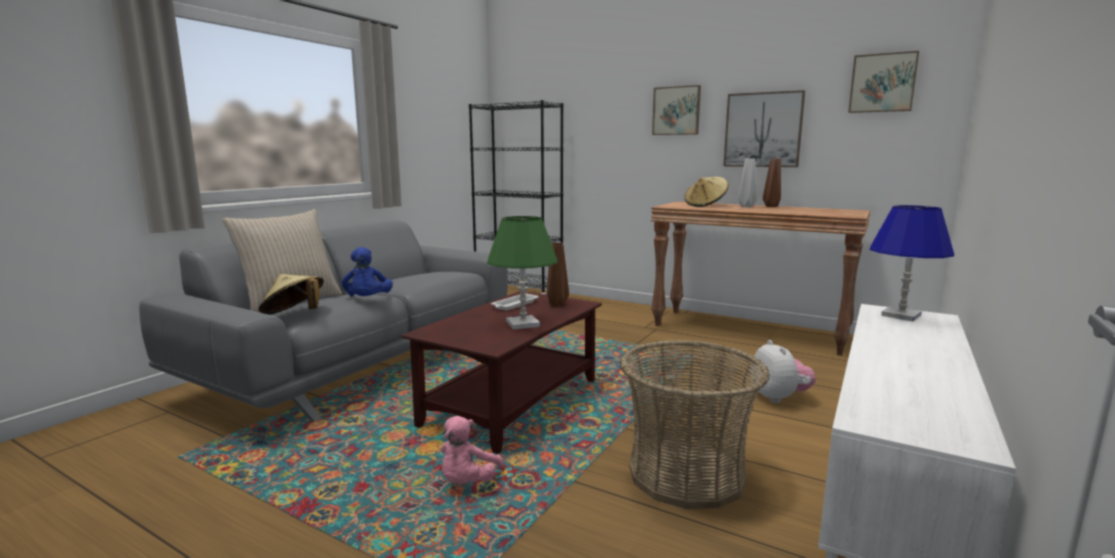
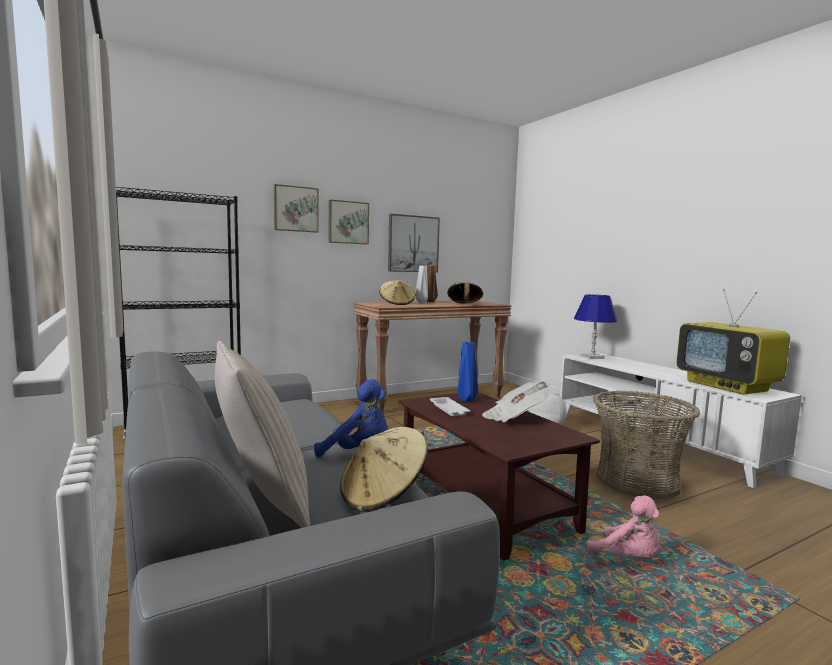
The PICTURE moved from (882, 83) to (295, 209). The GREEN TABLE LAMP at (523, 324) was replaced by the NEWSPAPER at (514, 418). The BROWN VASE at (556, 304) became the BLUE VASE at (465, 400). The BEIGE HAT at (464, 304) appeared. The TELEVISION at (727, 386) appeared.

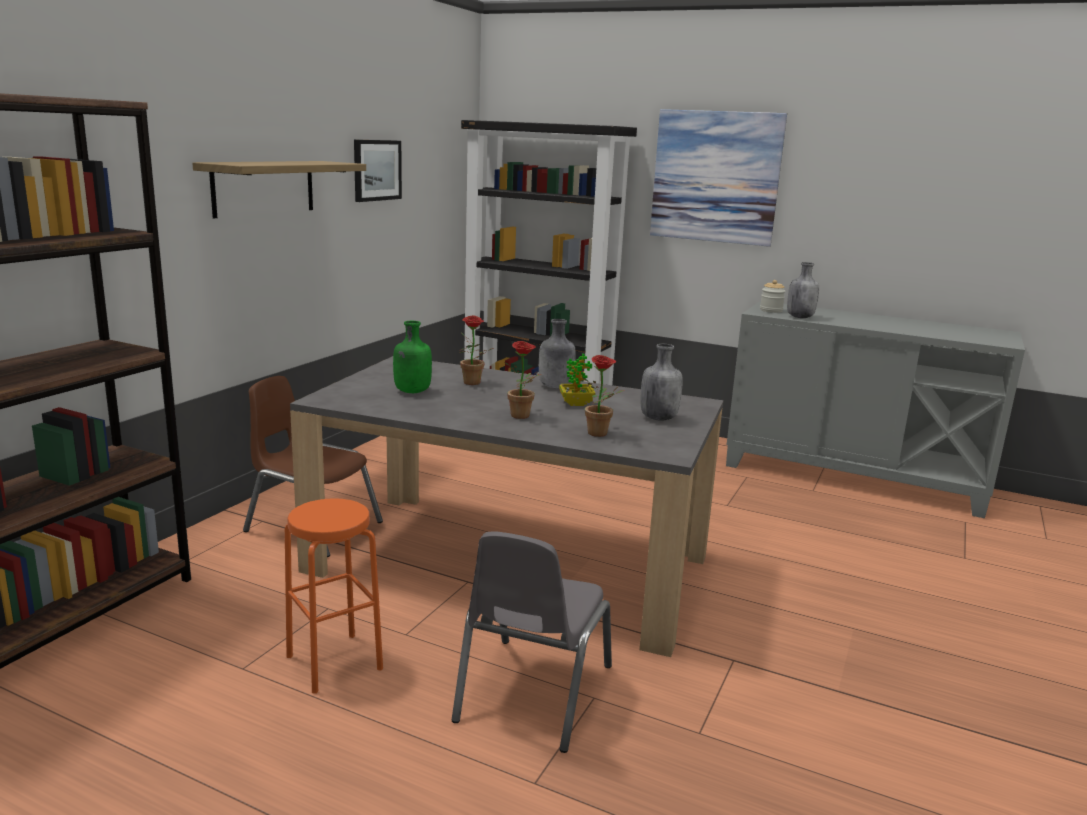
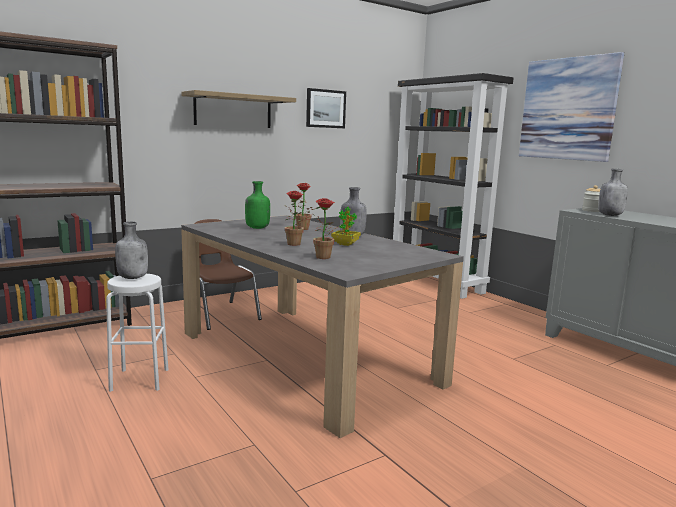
The GREY BOTTLE moved from (658, 418) to (133, 277). The ORANGE STOOL at (334, 662) became the WHITE STOOL at (140, 379). The GREY CHAIR at (532, 693) disappeared.

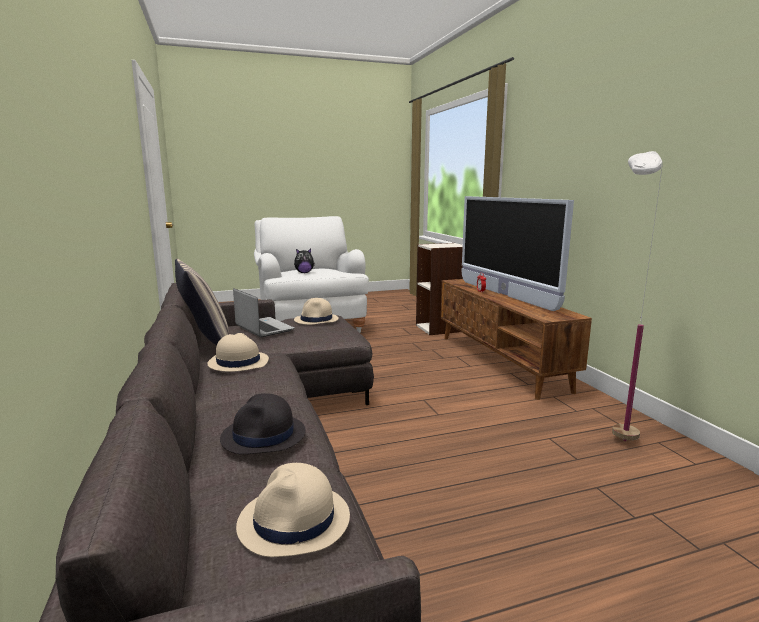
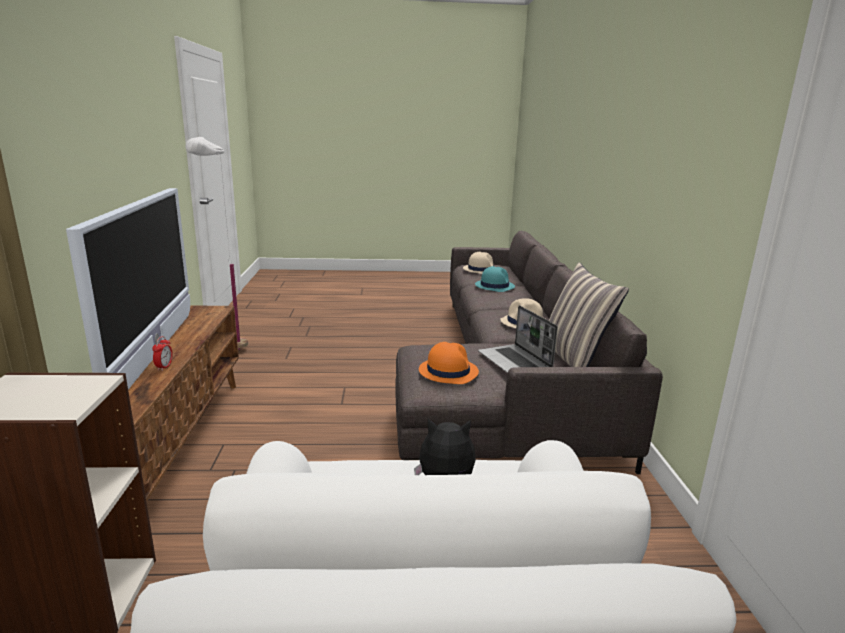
The BEIGE HAT at (316, 320) became the ORANGE HAT at (448, 371). The BLACK HAT at (264, 436) became the TURQUOISE HAT at (494, 286).

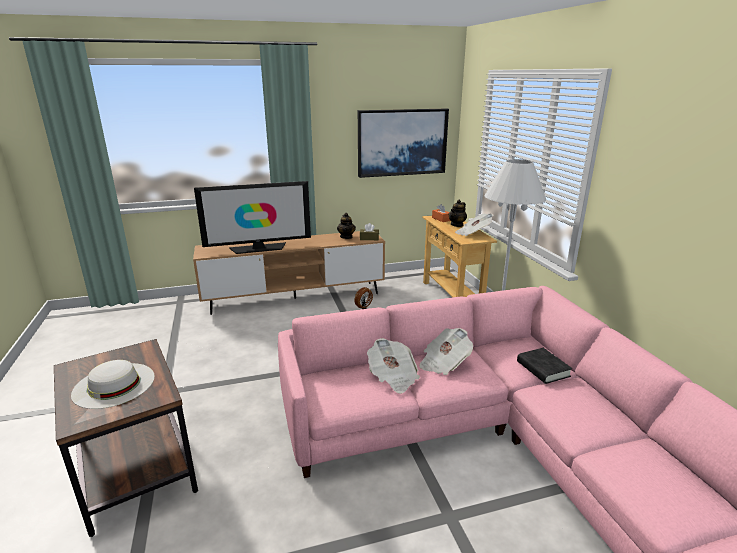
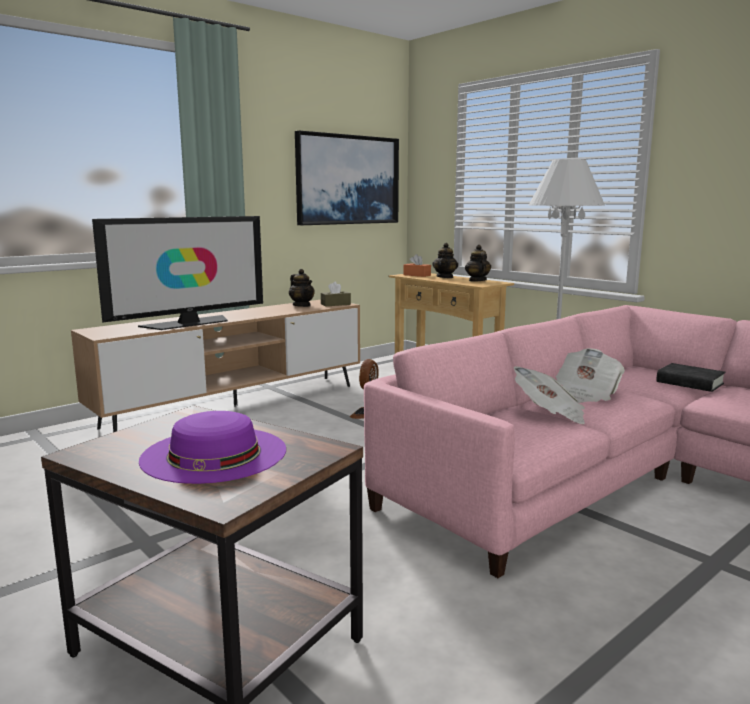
The NEWSPAPER at (473, 233) was replaced by the TEAPOT at (477, 280). The WHITE HAT at (114, 385) became the PURPLE HAT at (214, 454).

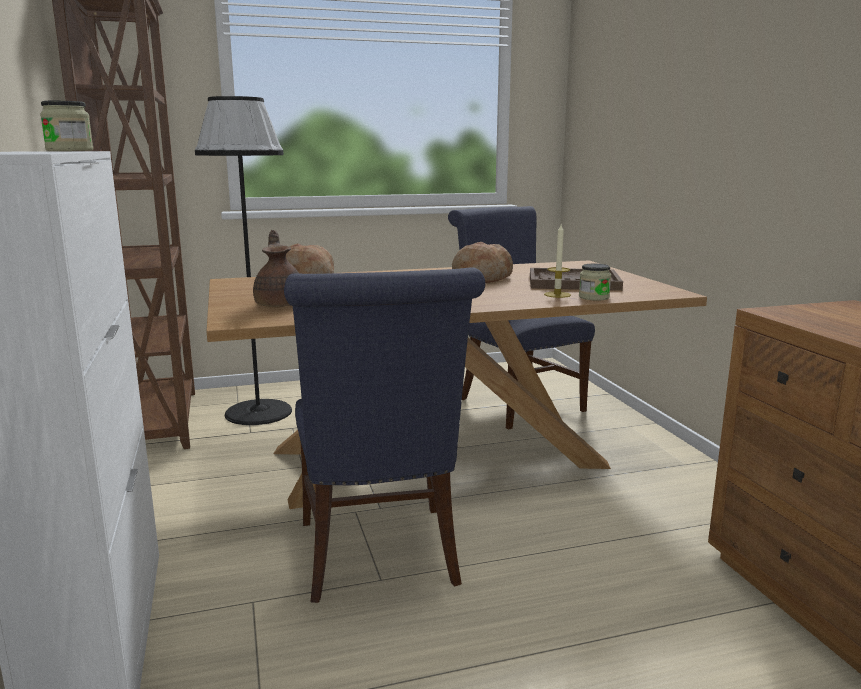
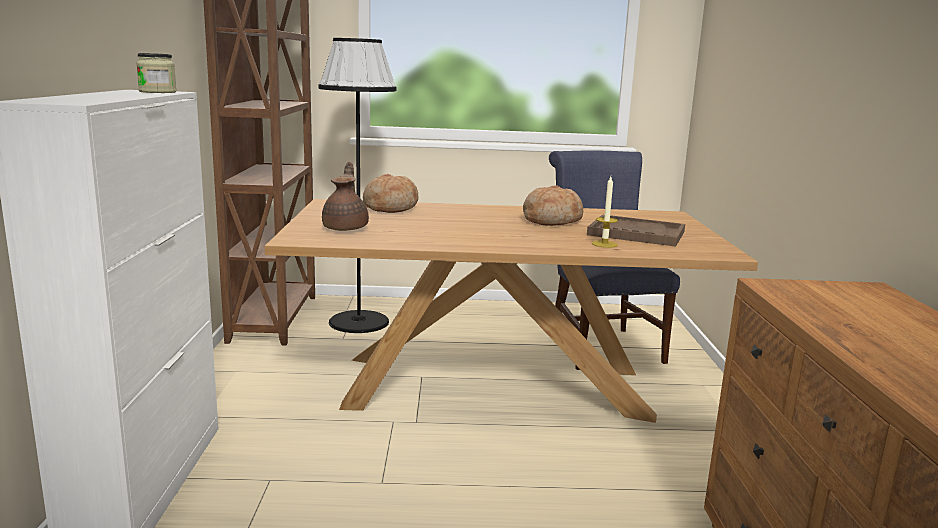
The JAR at (594, 297) disappeared. The BLUE CHAIR at (380, 558) disappeared.

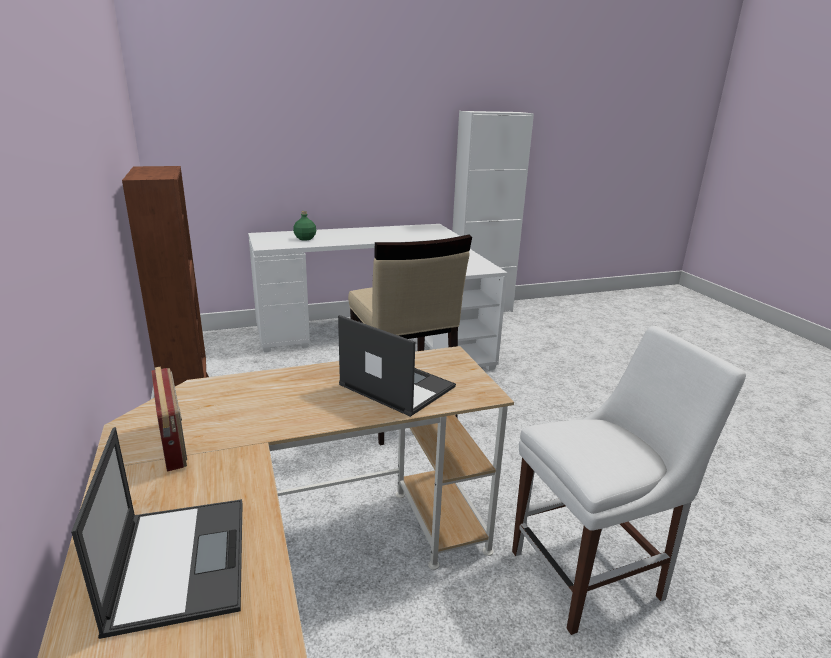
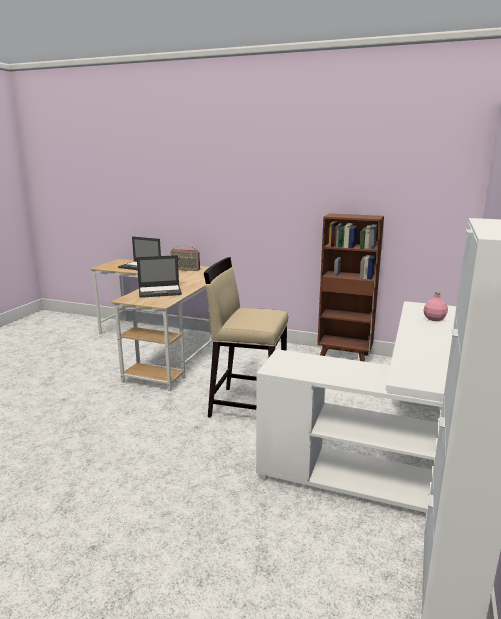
The GREEN BOTTLE at (305, 238) became the PINK BOTTLE at (434, 319). The WHITE CHAIR at (593, 573) disappeared.

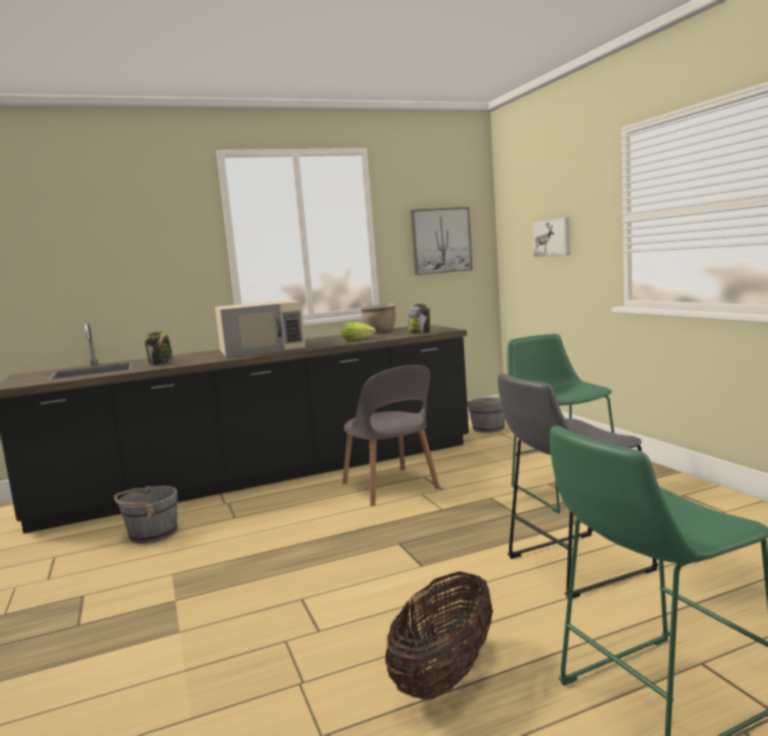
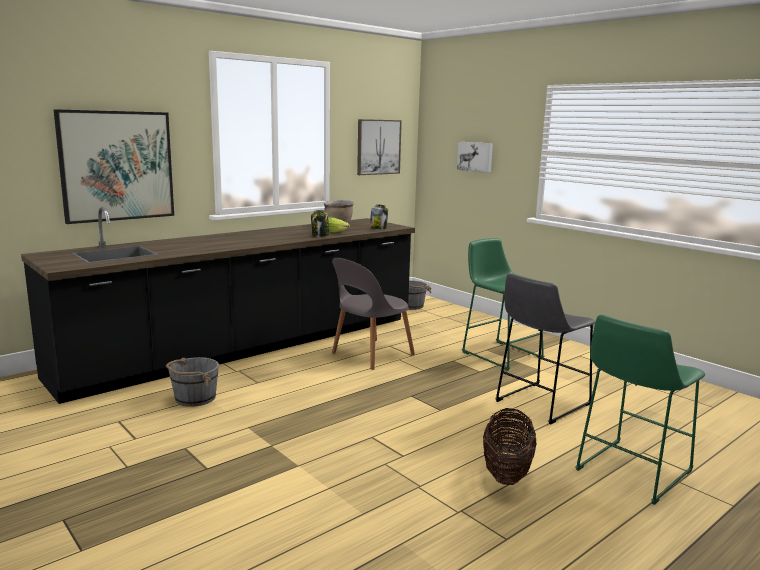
The BEIGE MICROWAVE at (262, 349) disappeared. The JAR moved from (161, 364) to (320, 235). The GREY CHAIR at (391, 487) turned 90 degrees clockwise. The PICTURE at (117, 166) appeared.

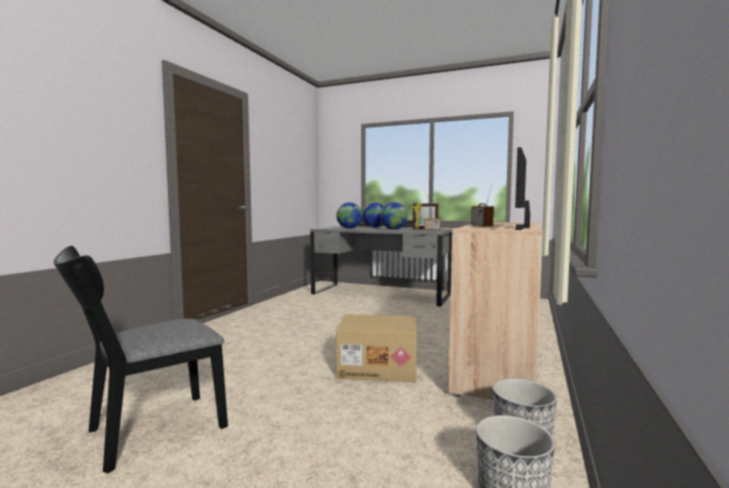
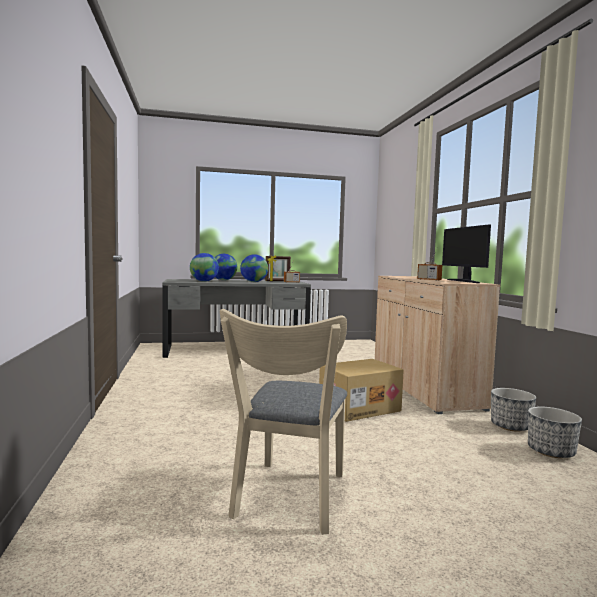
The BLACK CHAIR at (147, 432) became the BEIGE CHAIR at (289, 500).

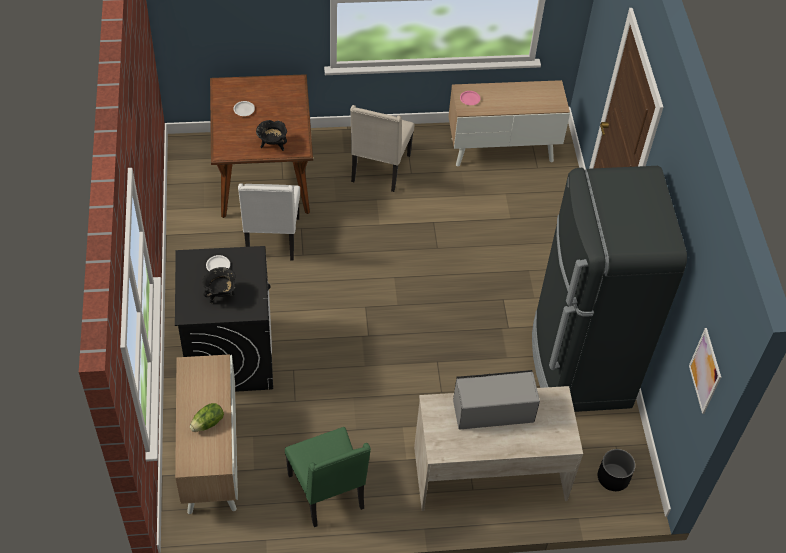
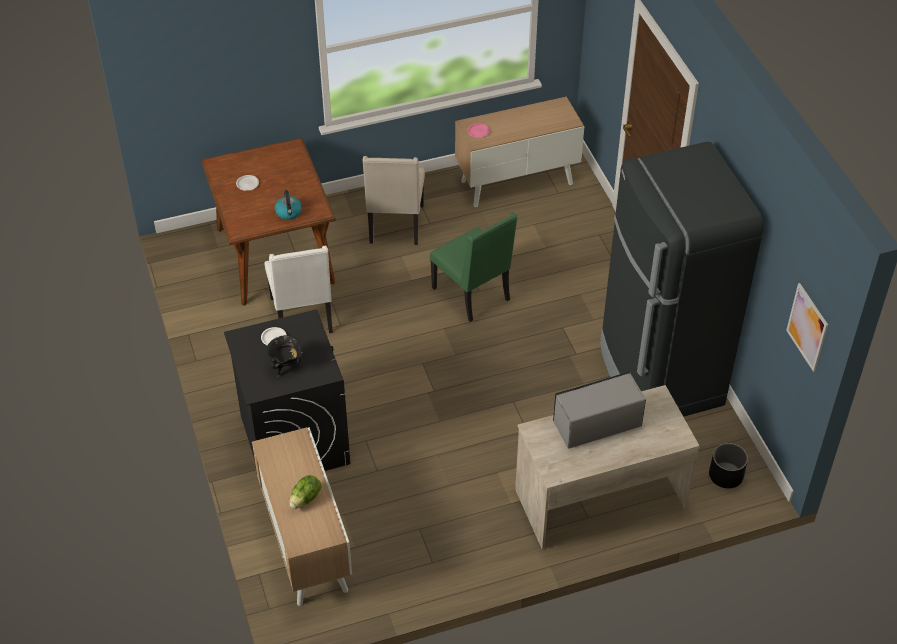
The BLACK COOKING POT at (272, 145) was replaced by the KETTLE at (289, 212). The GREEN CHAIR moved from (328, 493) to (473, 294).

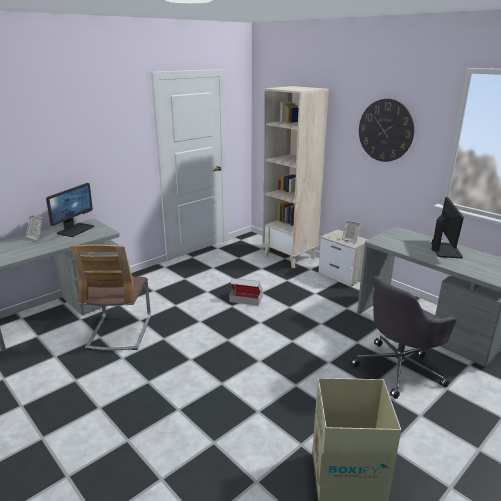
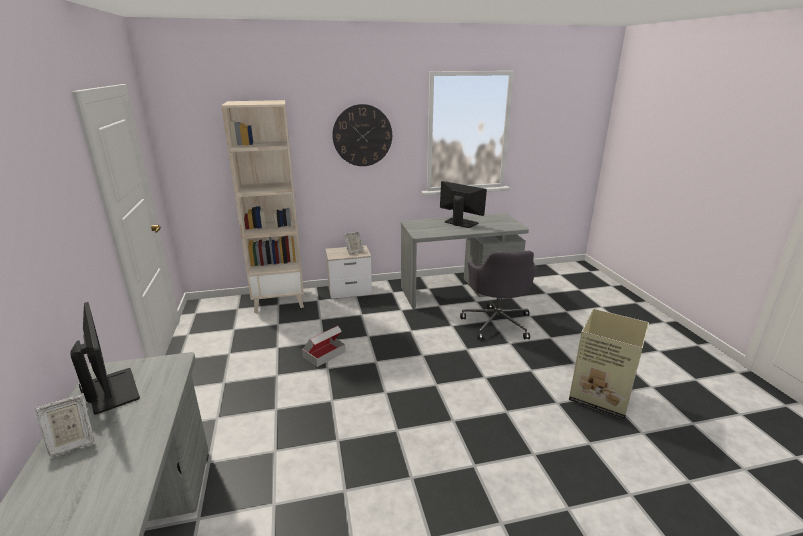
The CHAIR at (119, 332) disappeared.

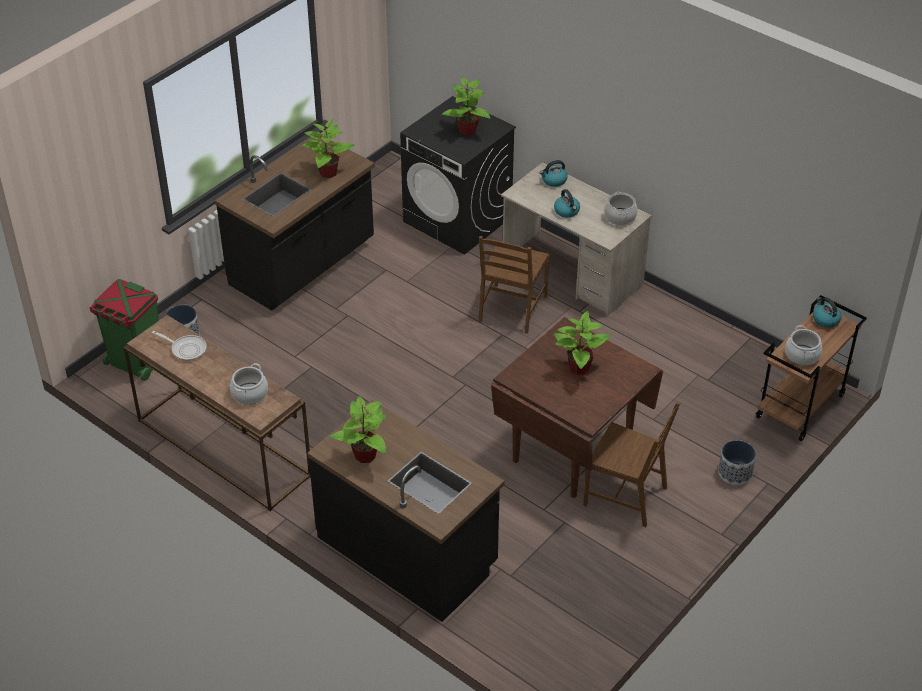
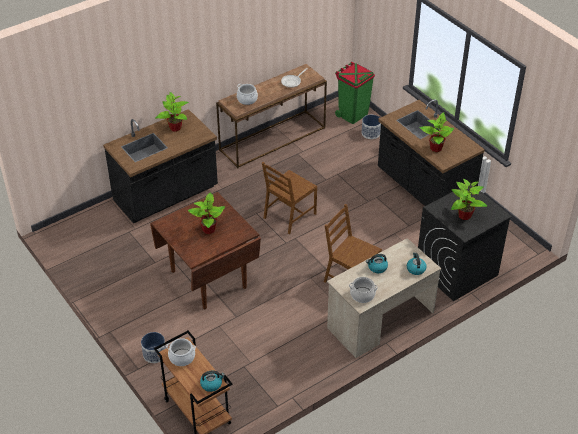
The BROWN CHAIR moved from (626, 496) to (289, 216).

